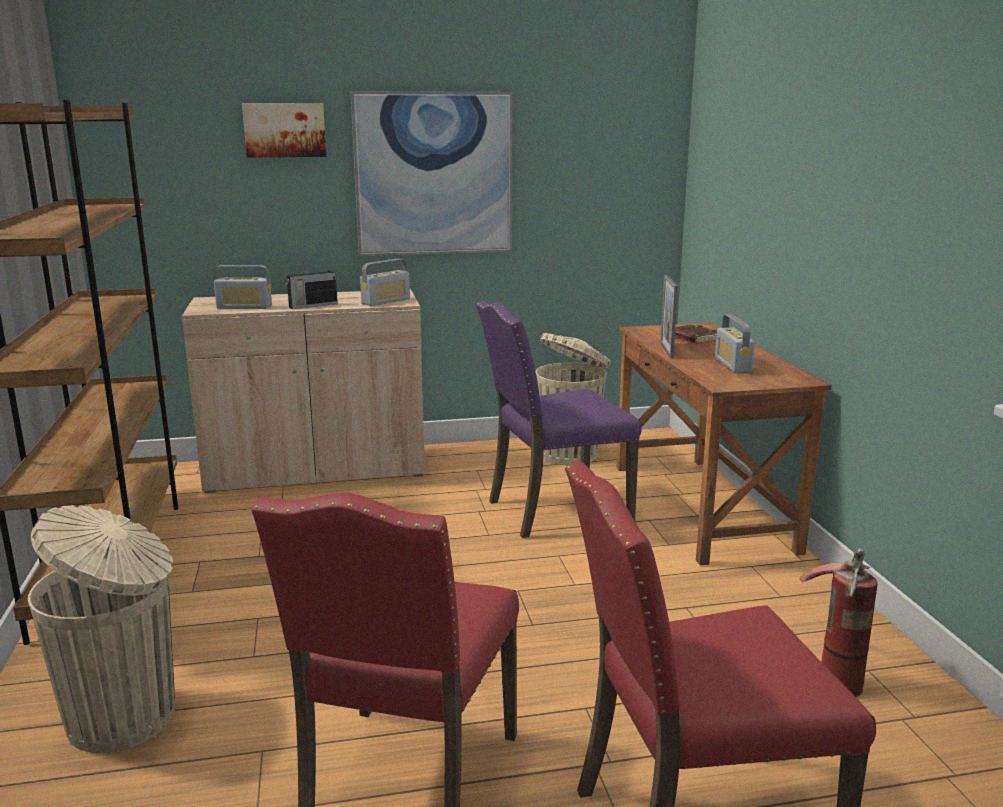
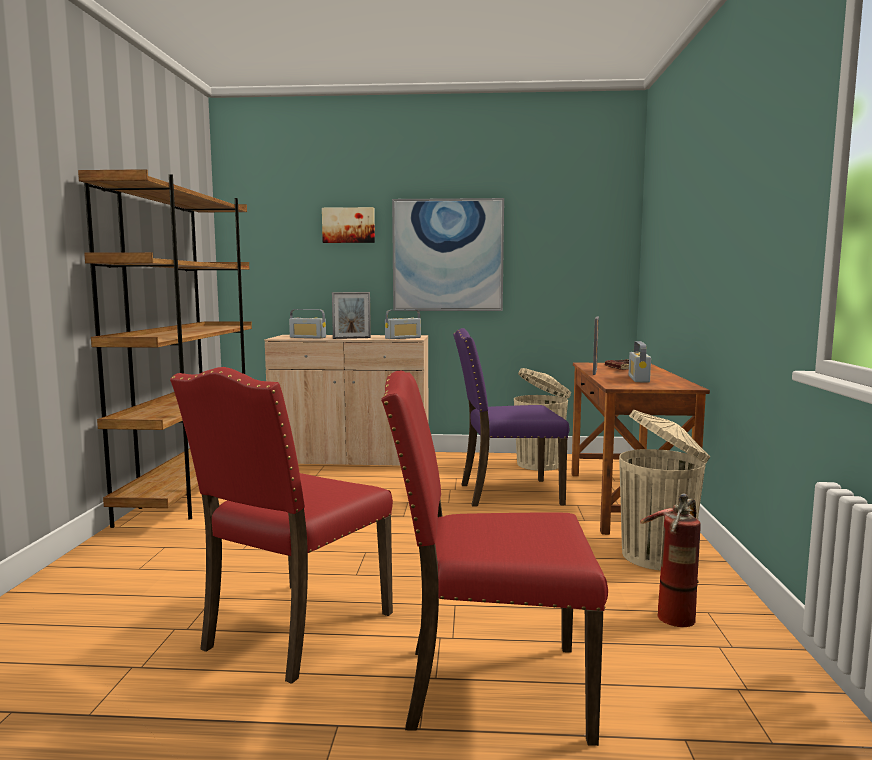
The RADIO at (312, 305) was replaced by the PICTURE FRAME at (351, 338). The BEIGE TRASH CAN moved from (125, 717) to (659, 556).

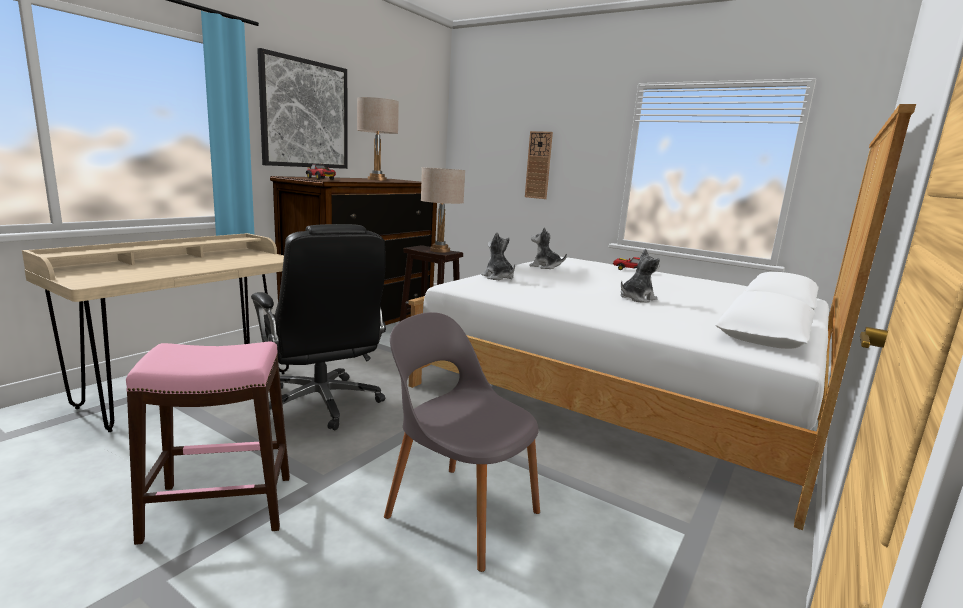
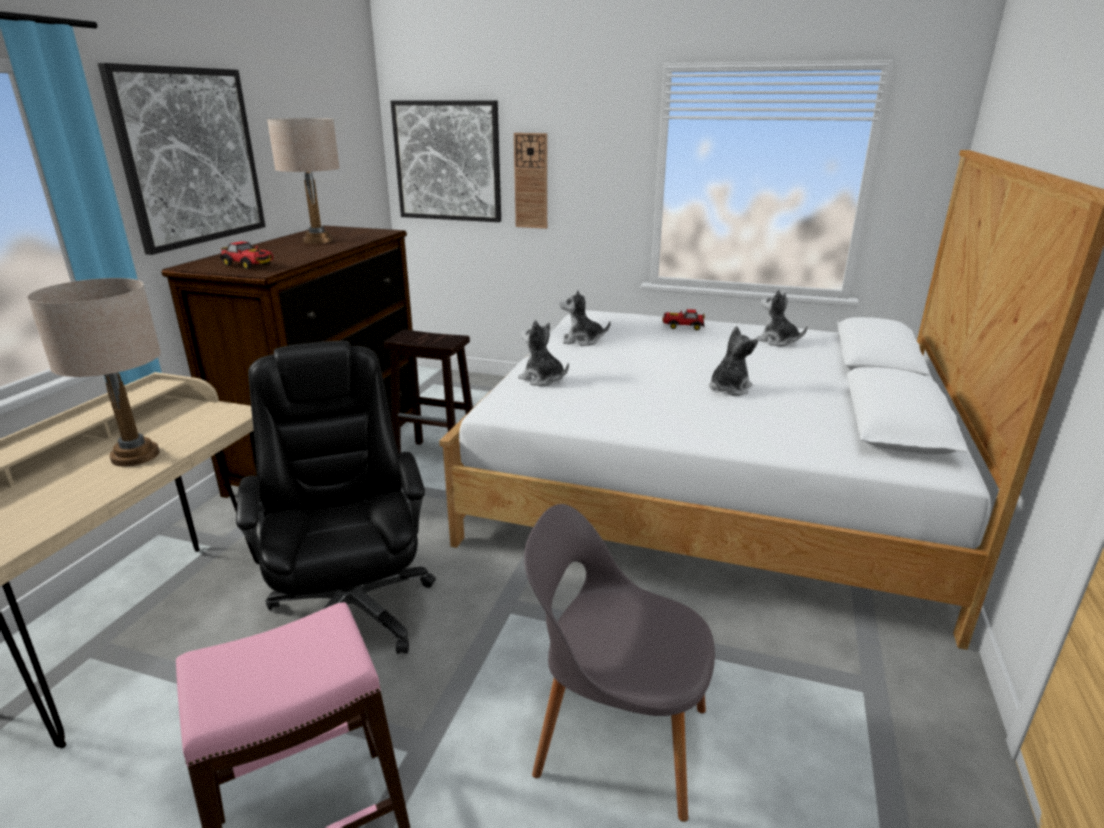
The BEIGE TABLE LAMP moved from (440, 250) to (136, 456). The BLACK OFFICE CHAIR at (322, 404) turned 150 degrees counterclockwise. The PICTURE at (447, 161) appeared. The PLUSH TOY at (777, 341) appeared.

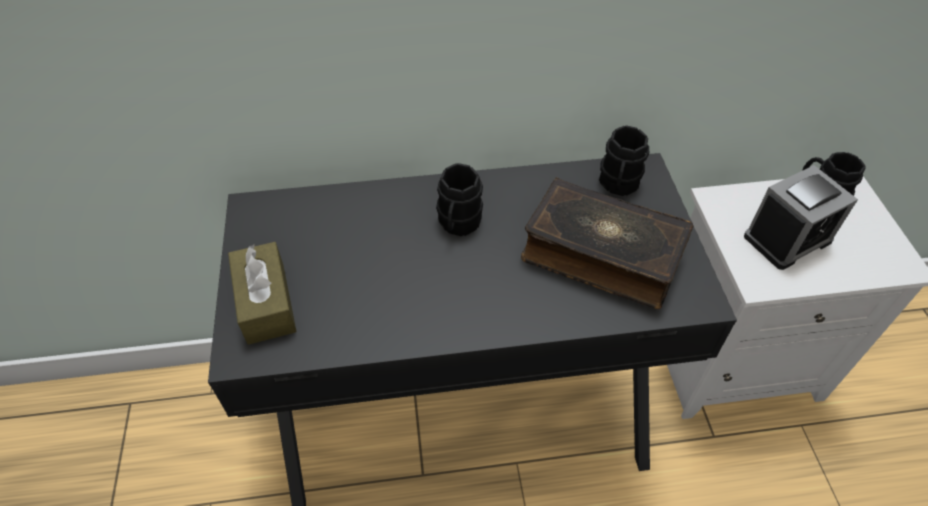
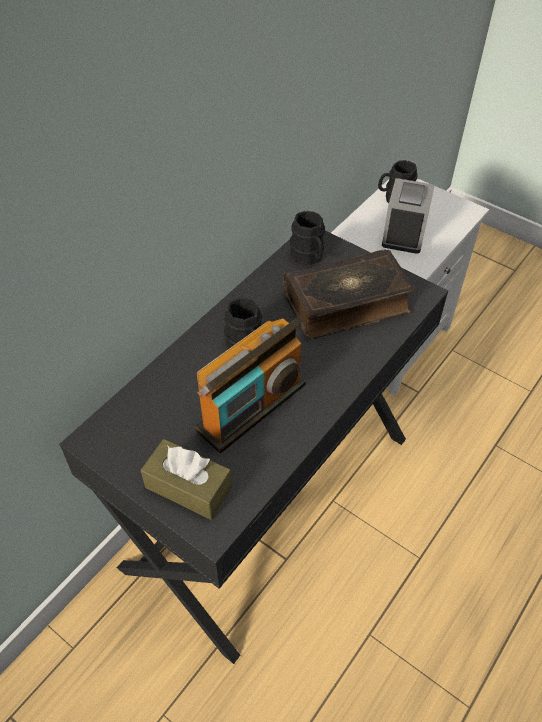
The RADIO at (252, 407) appeared.

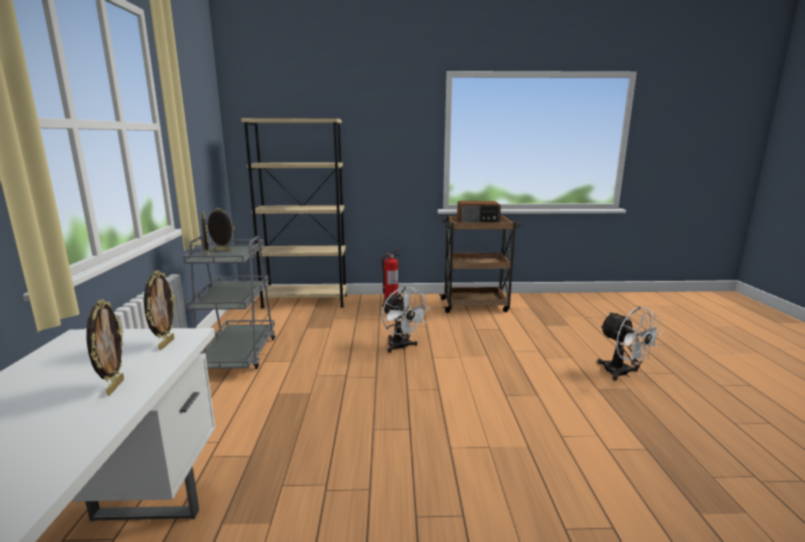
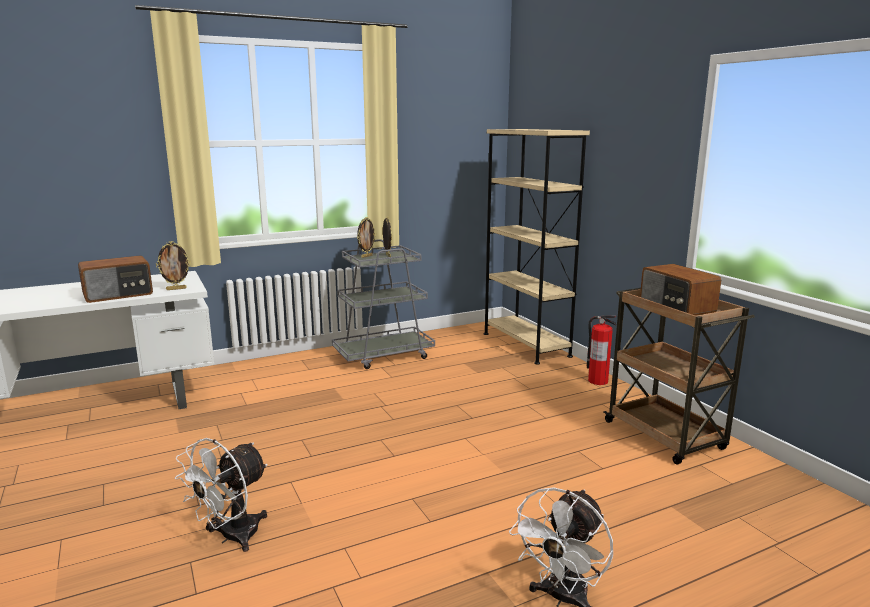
The WHITE FAN moved from (401, 347) to (231, 537). The PICTURE FRAME at (114, 387) was replaced by the RADIO at (118, 294).

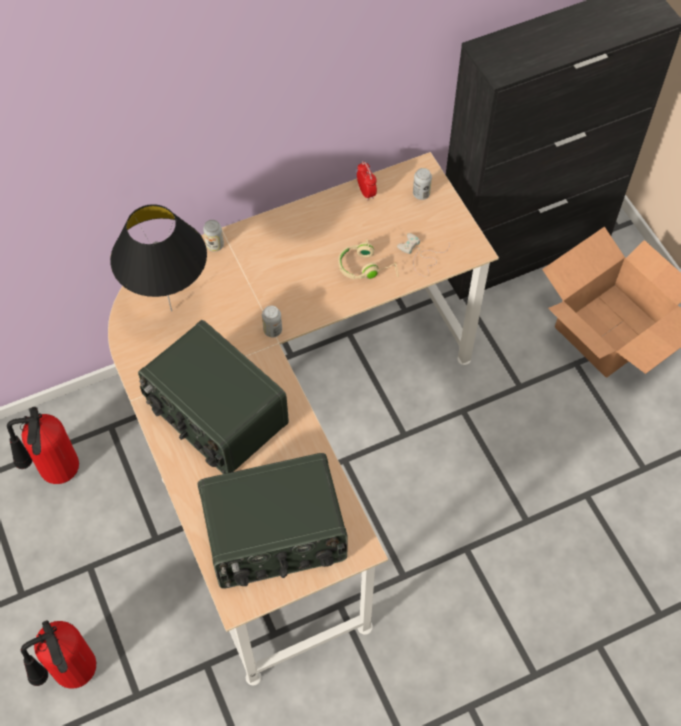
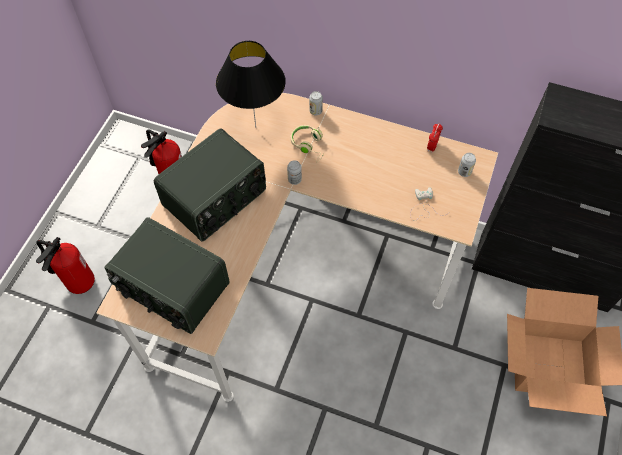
The BEIGE HEADPHONES moved from (366, 267) to (309, 145). The RADIO at (215, 415) turned 135 degrees counterclockwise.

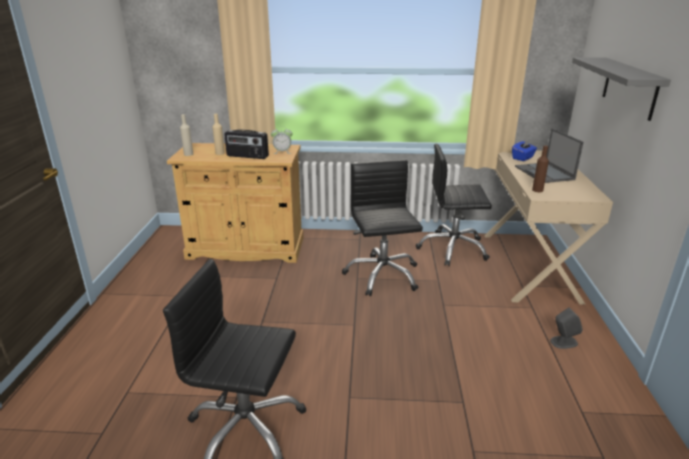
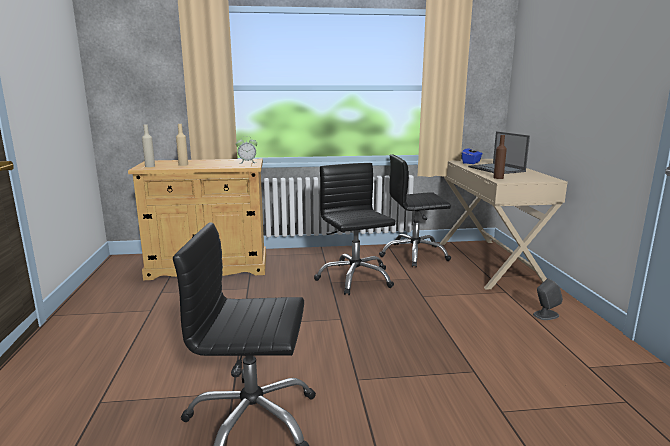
The GREY SHELF at (629, 87) disappeared. The RADIO at (247, 156) disappeared.

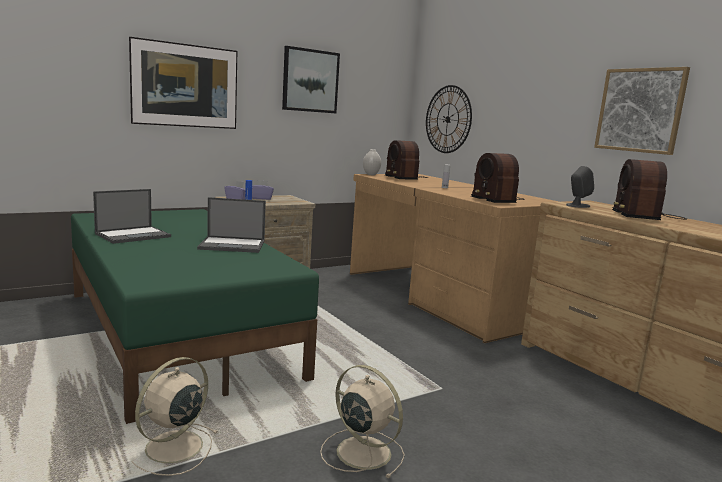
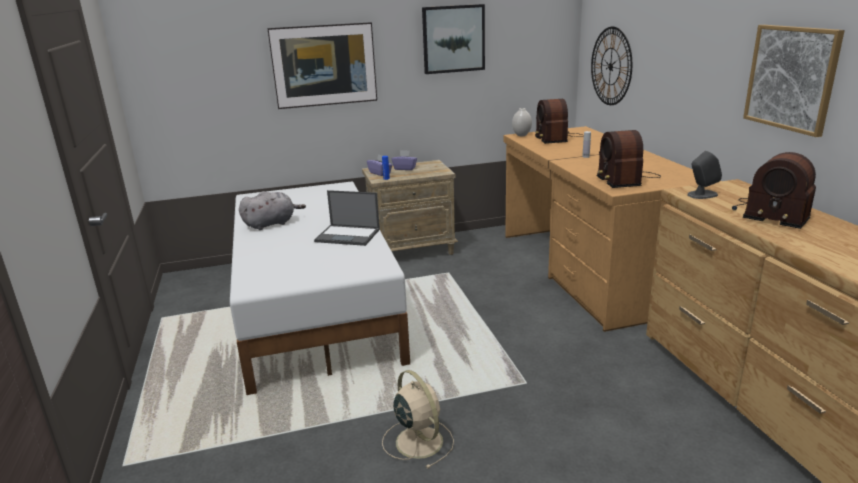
The RADIO at (644, 216) turned 75 degrees counterclockwise. The LAPTOP at (134, 235) was replaced by the GREY PLUSH TOY at (271, 224). The GREEN BED at (178, 331) became the WHITE BED at (316, 305). The BEIGE FAN at (172, 448) disappeared.

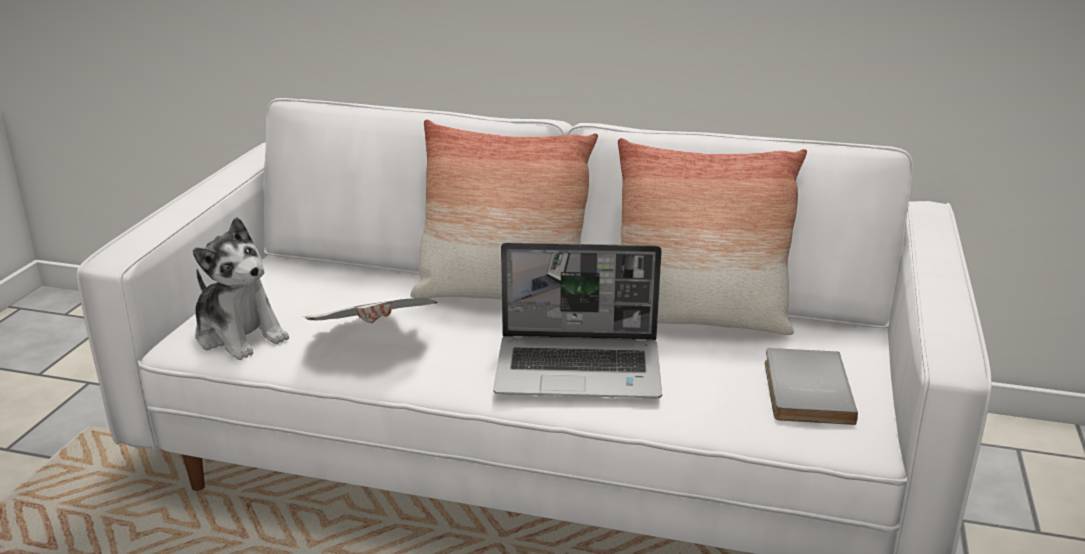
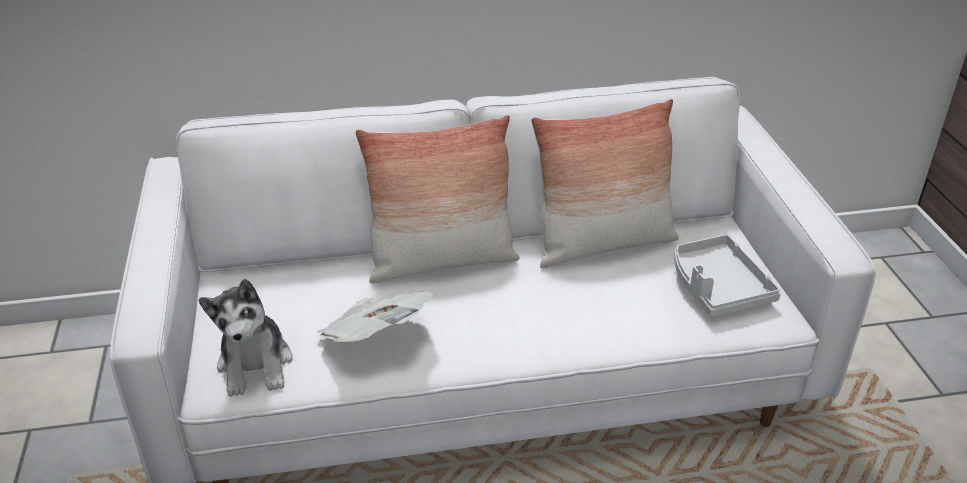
The PLUSH TOY at (240, 335) turned 60 degrees clockwise. The LAPTOP at (580, 369) disappeared. The GREY BOOK at (803, 390) was replaced by the GREY TRAY at (717, 287).

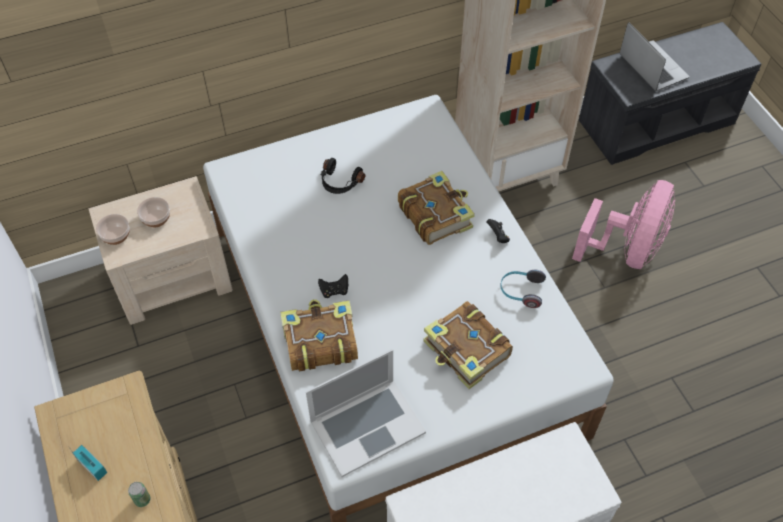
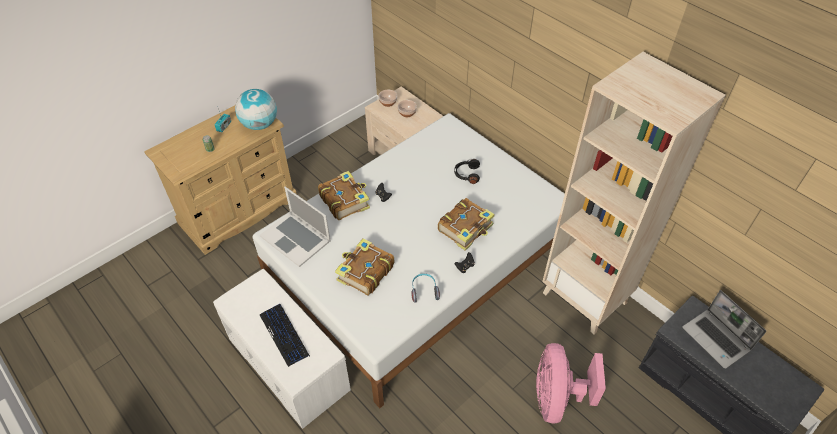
The LAPTOP at (651, 67) turned 105 degrees clockwise. The PINK FAN at (627, 250) turned 90 degrees clockwise. The GLOBE at (259, 124) appeared. The KEYBOARD at (284, 335) appeared.

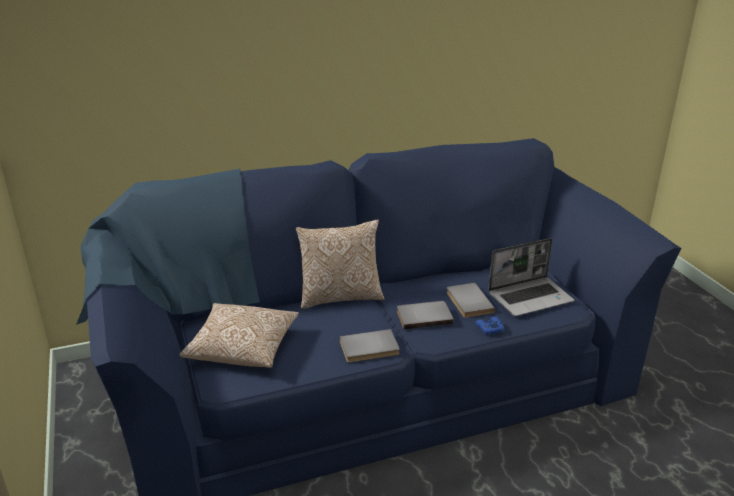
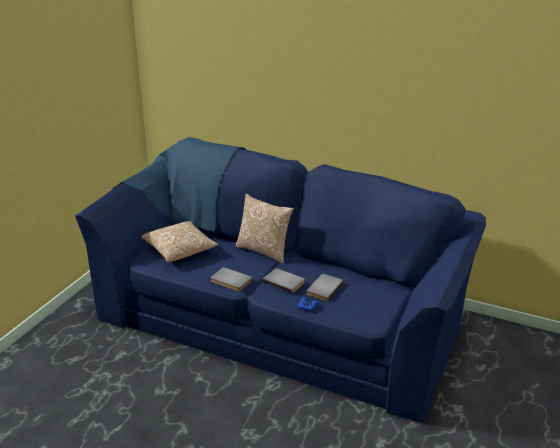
The LAPTOP at (530, 297) disappeared.

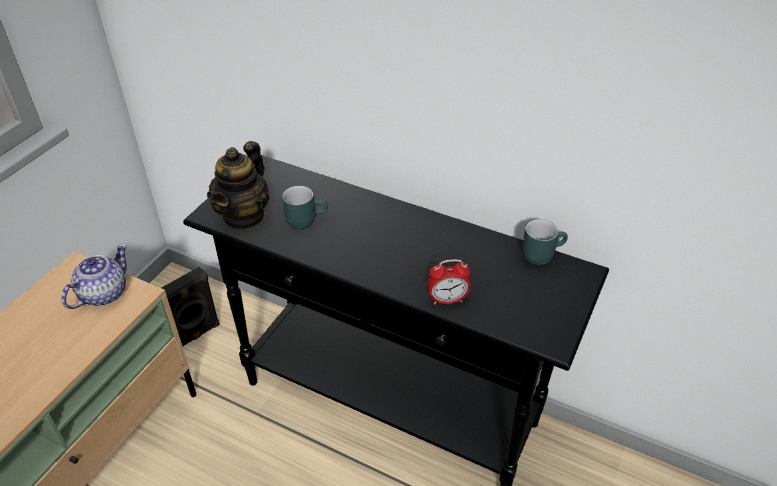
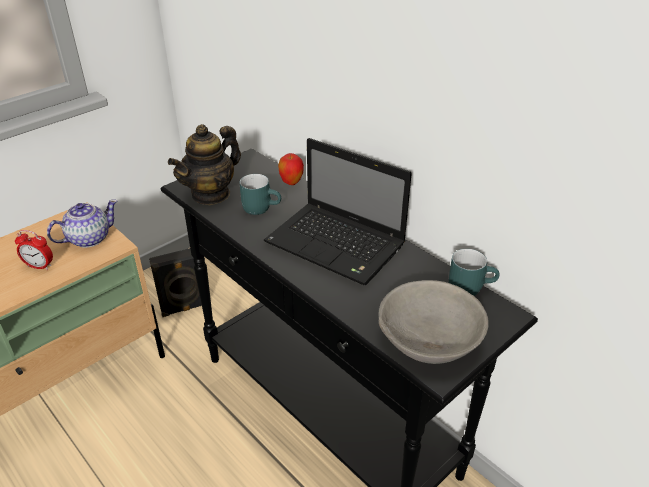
The ALARM CLOCK moved from (447, 300) to (39, 266). The LAPTOP at (338, 245) appeared. The APPLE at (291, 183) appeared. The GREY BOWL at (429, 338) appeared.

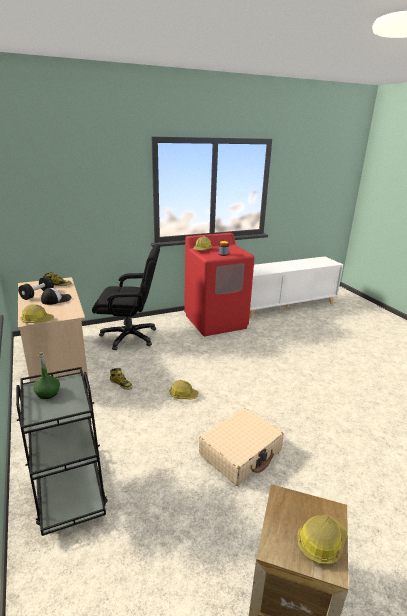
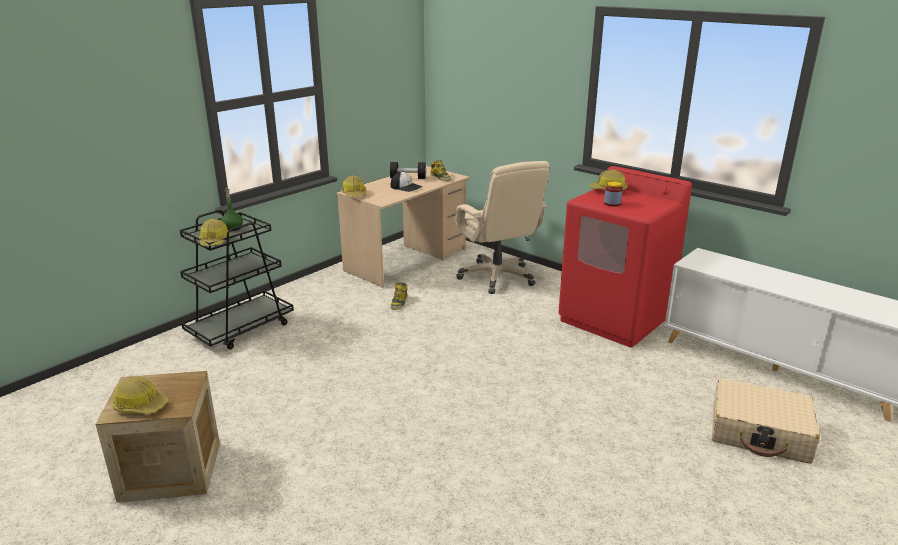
The BLACK OFFICE CHAIR at (130, 336) became the BEIGE OFFICE CHAIR at (497, 277). The HARD HAT moved from (183, 395) to (214, 241). The BEIGE SUITCASE moved from (240, 453) to (760, 433).

